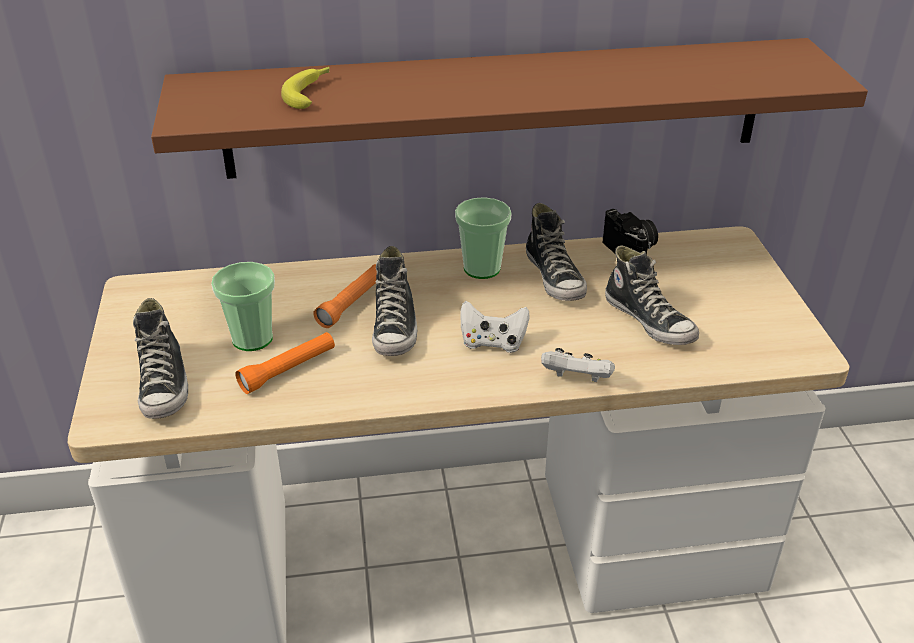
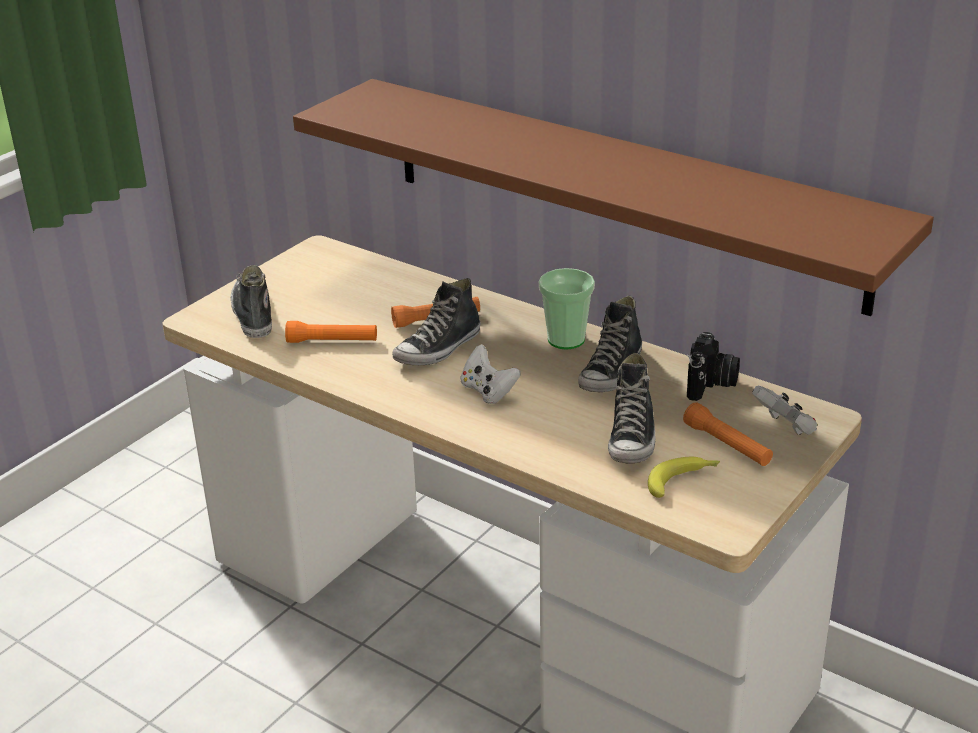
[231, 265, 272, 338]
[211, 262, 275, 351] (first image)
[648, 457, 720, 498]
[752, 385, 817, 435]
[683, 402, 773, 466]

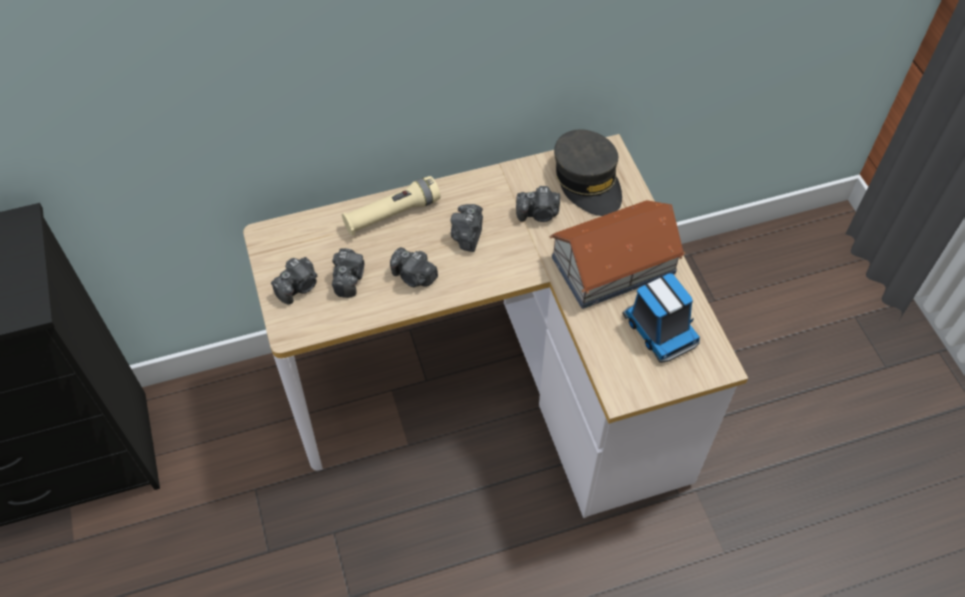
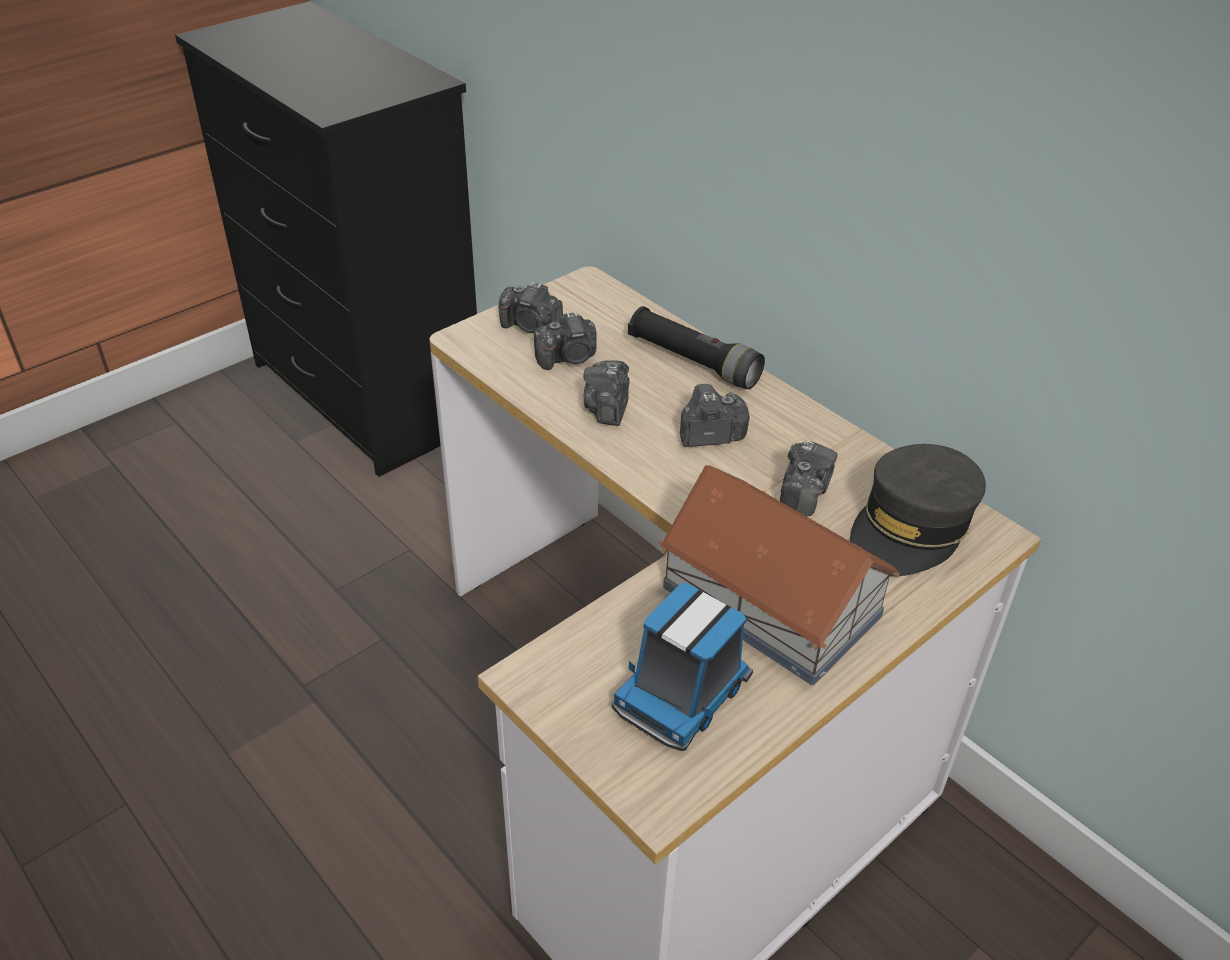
[628, 306, 765, 389]
[780, 440, 838, 516]

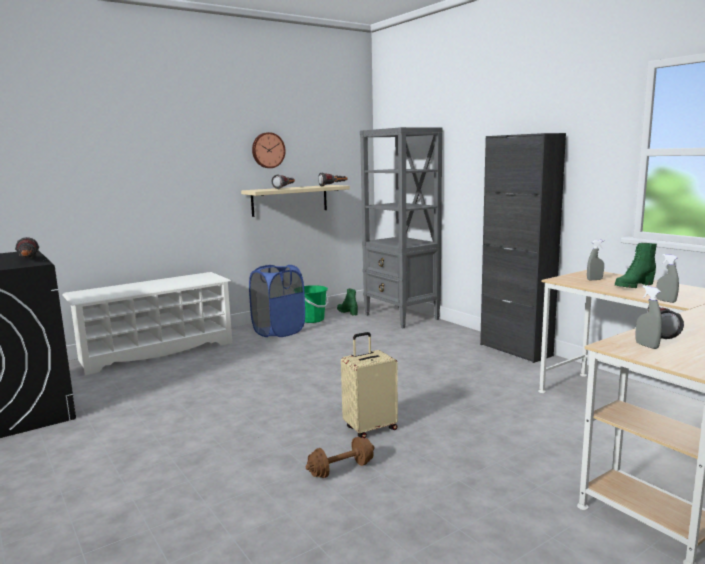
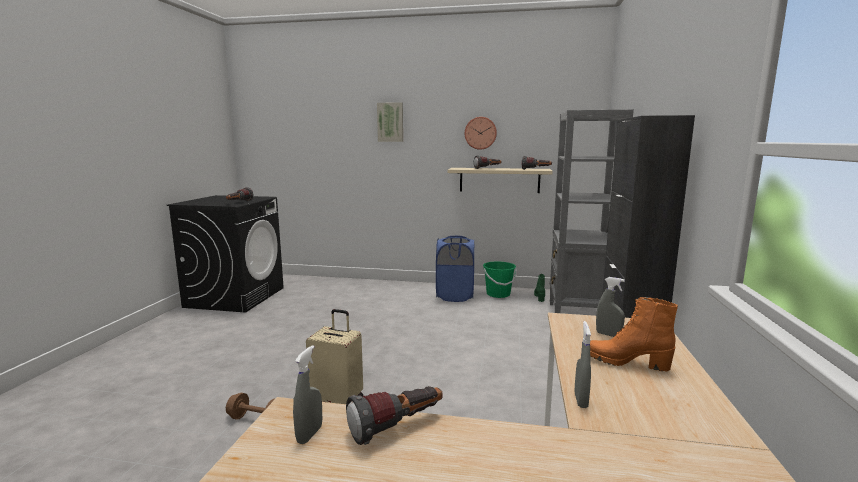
[62, 272, 232, 375] (first image)
[590, 297, 678, 372]
[377, 102, 403, 142]

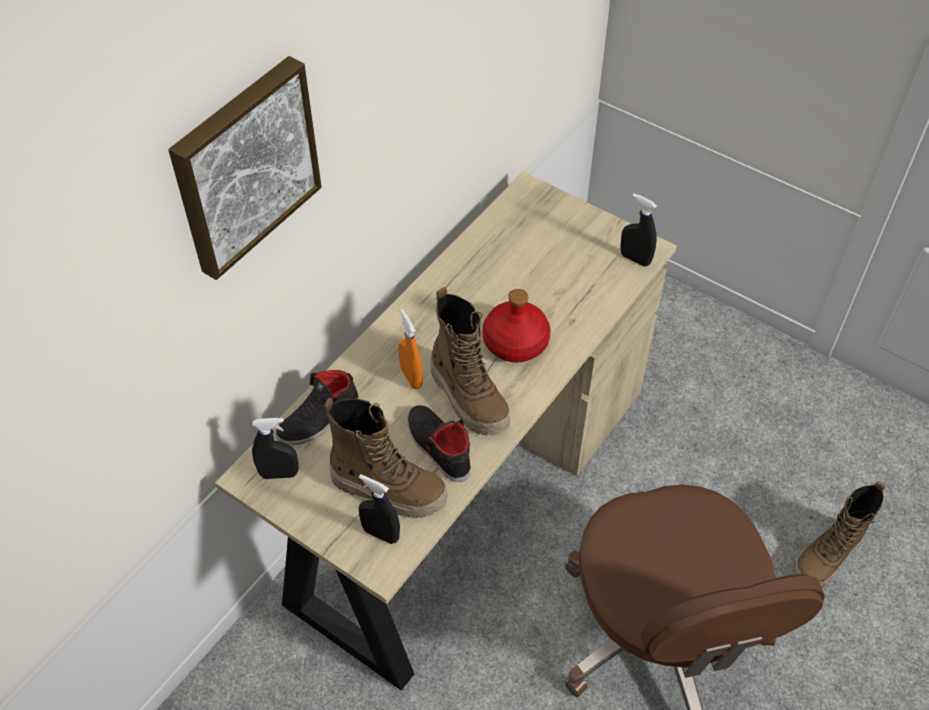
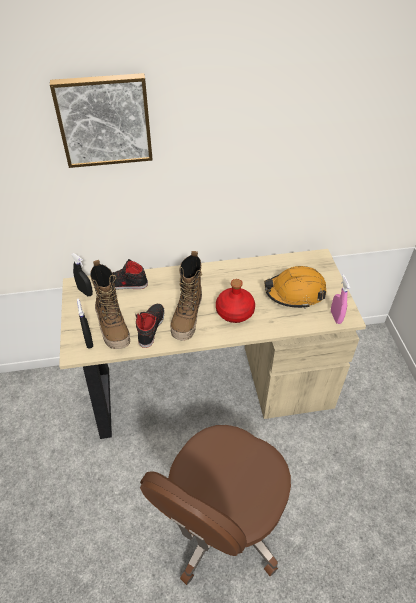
[398, 309, 423, 389] (first image)
[331, 274, 350, 324]
[793, 481, 886, 587] (first image)
[264, 266, 326, 309]

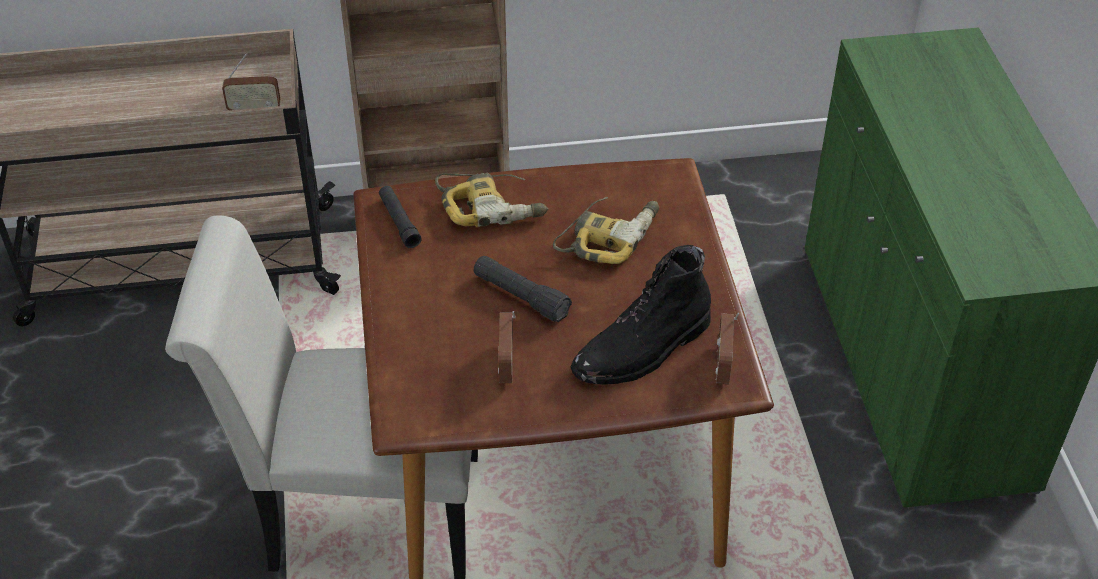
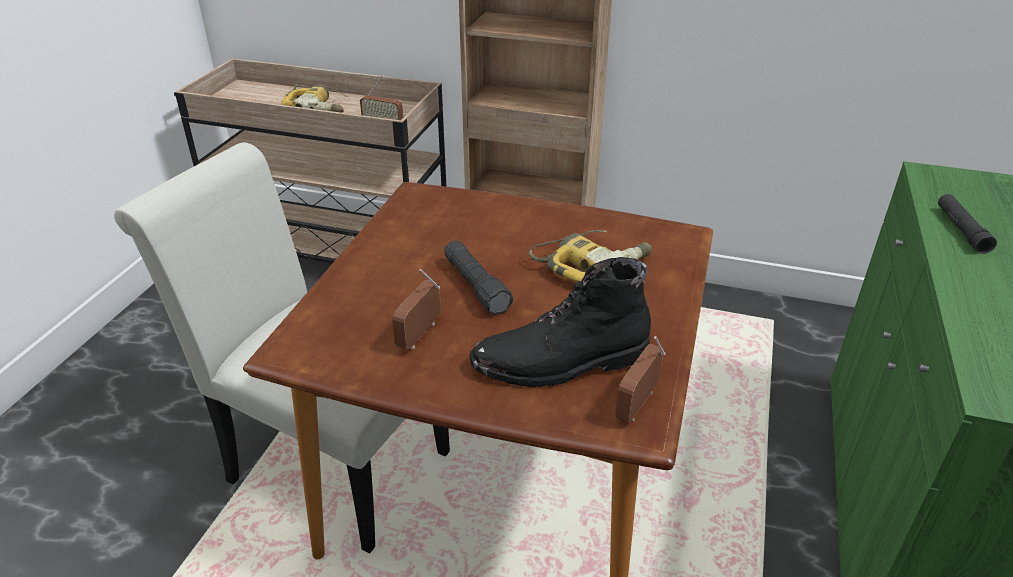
[938, 194, 997, 254]
[281, 82, 347, 113]

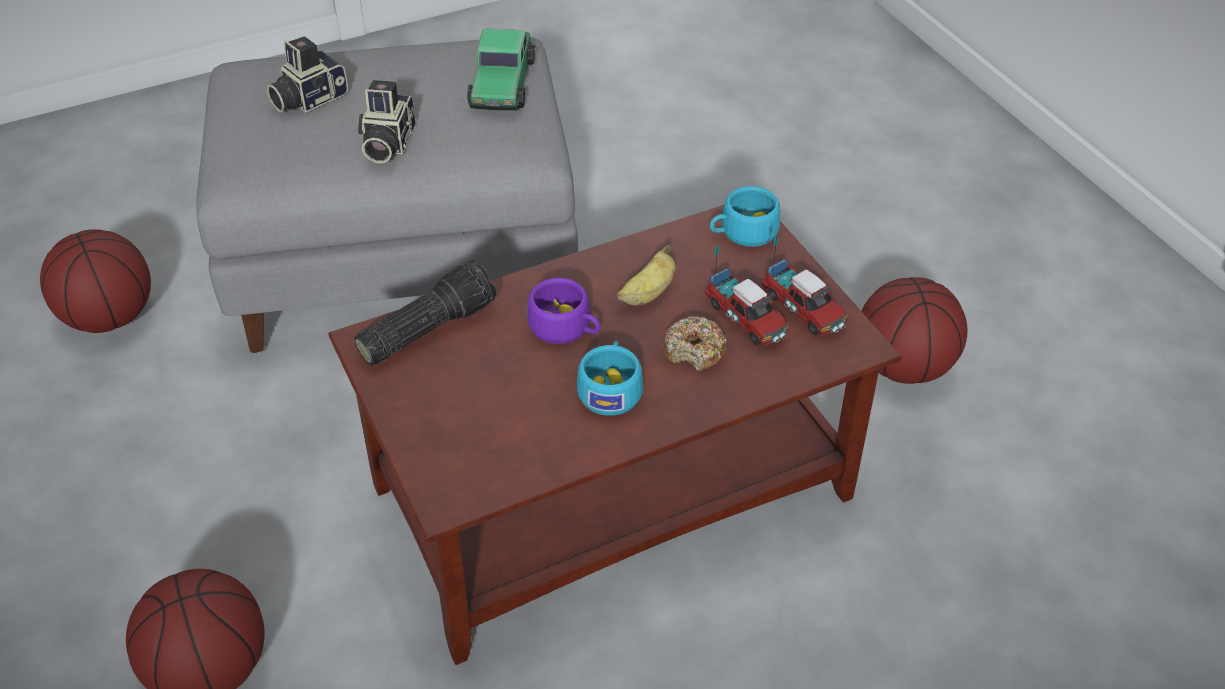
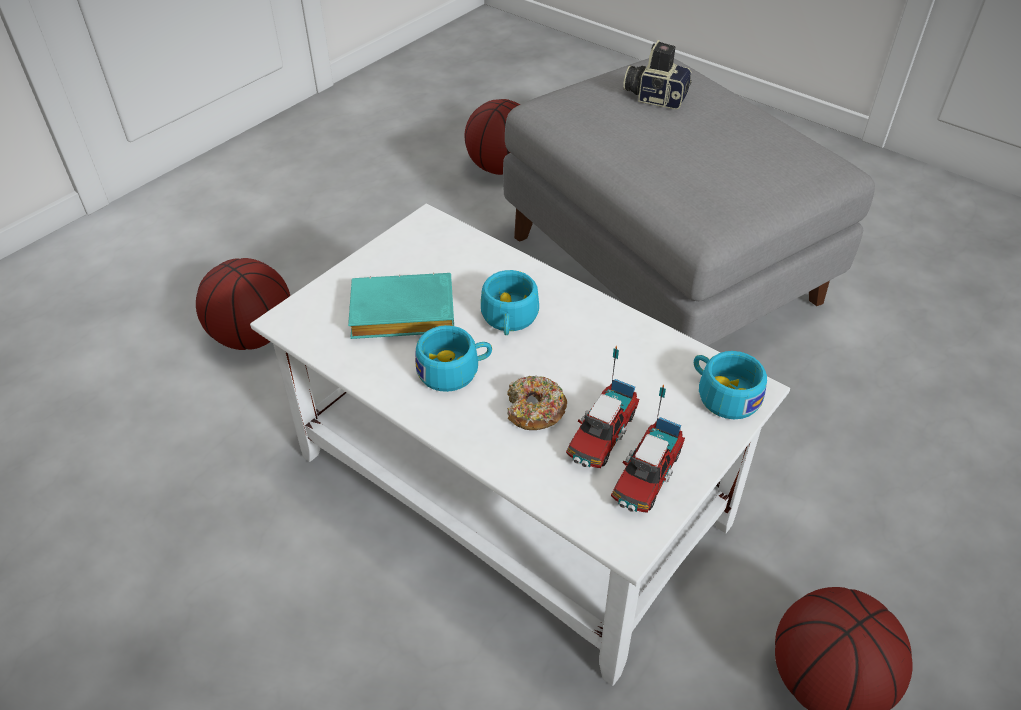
[250, 204, 790, 686]
[354, 260, 497, 366] (first image)
[358, 80, 415, 163] (first image)
[467, 28, 535, 111] (first image)
[481, 270, 539, 335]
[617, 245, 676, 305] (first image)
[348, 273, 454, 339]

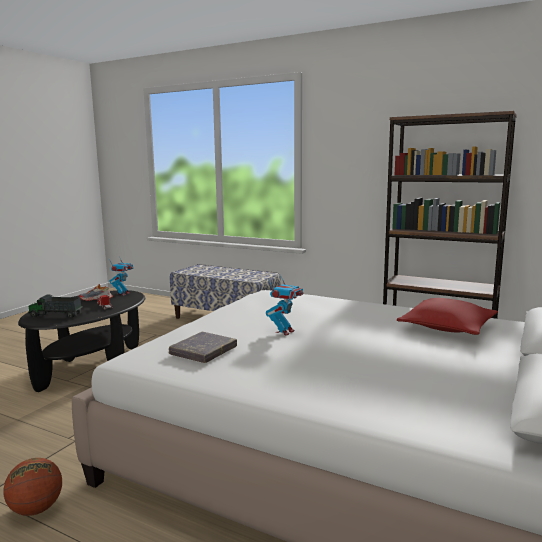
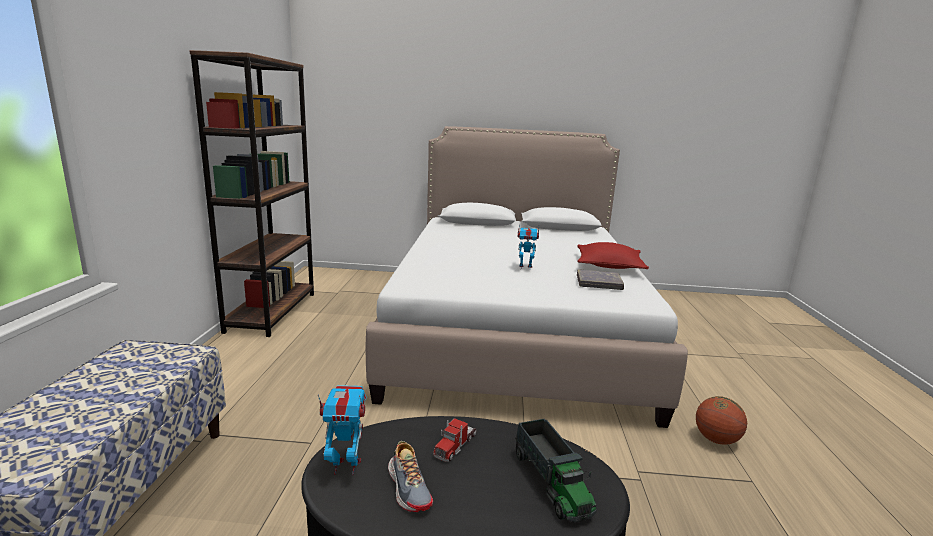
[577, 242, 649, 269]

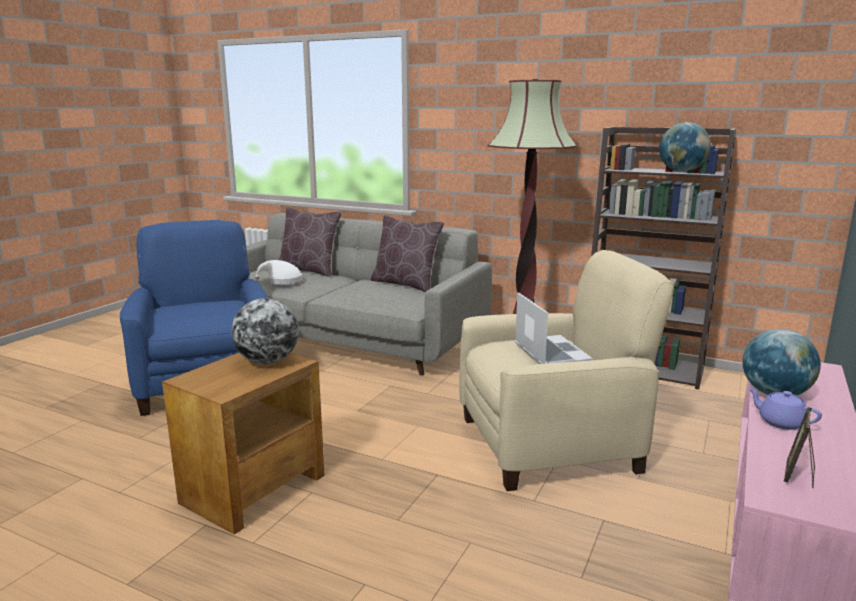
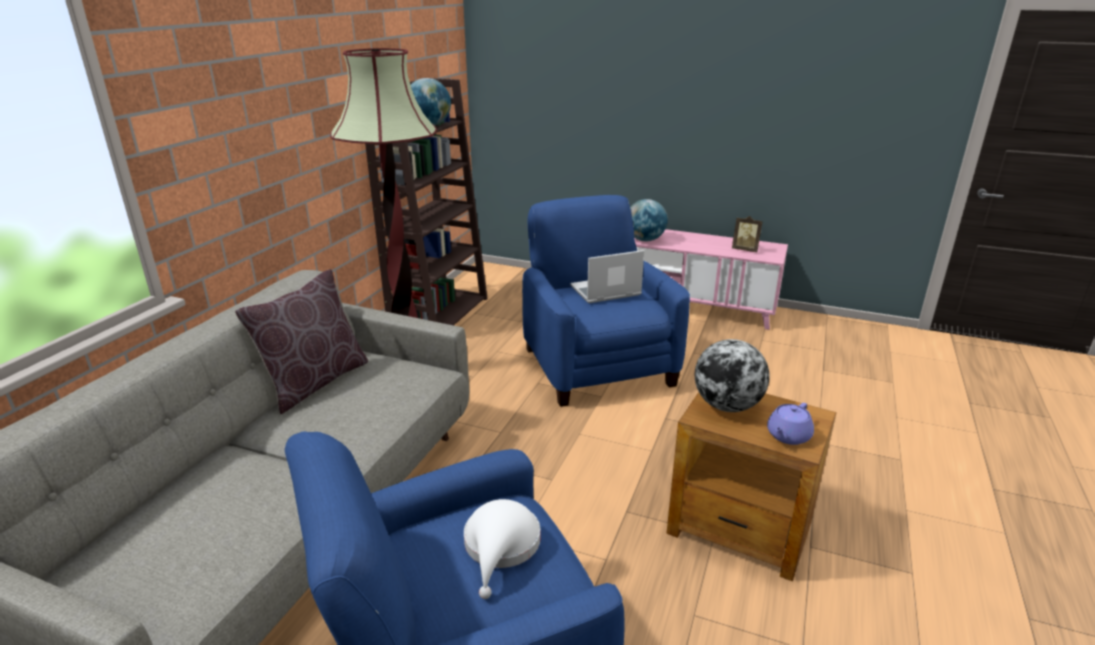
[464, 499, 541, 599]
[279, 207, 342, 277] (first image)
[522, 195, 690, 407]
[767, 403, 814, 445]

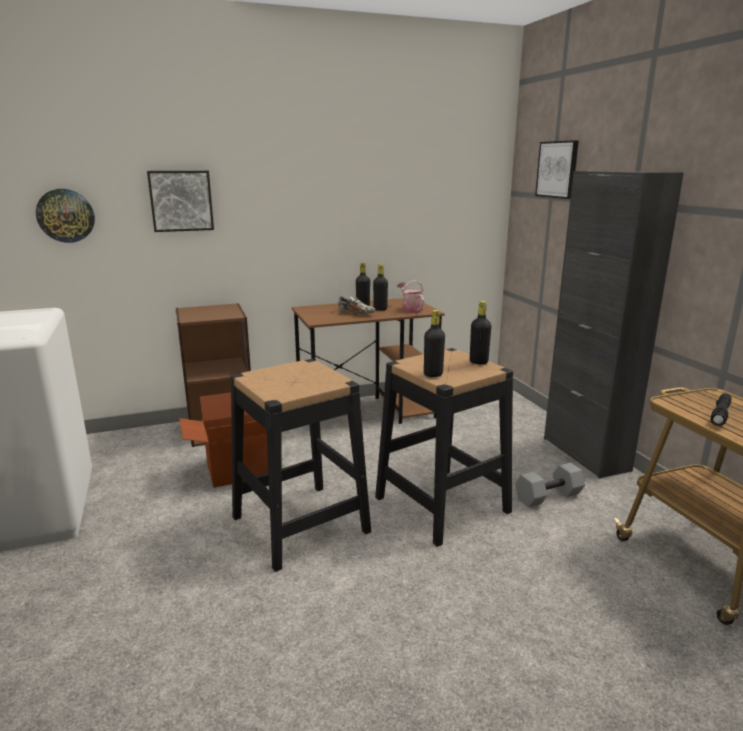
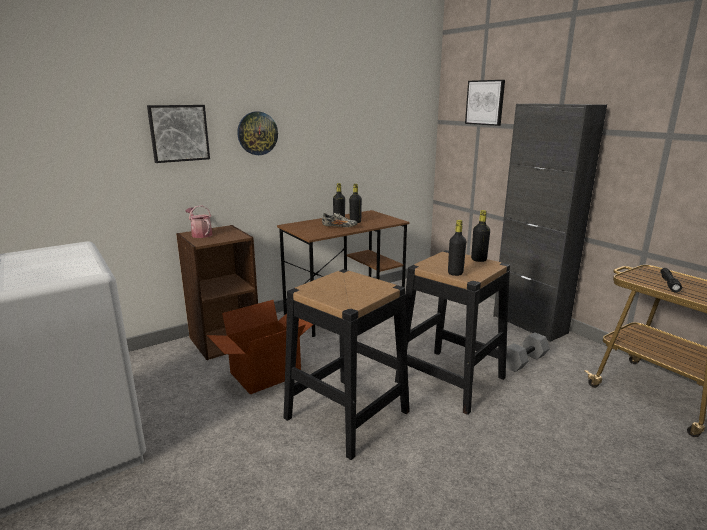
[237, 112, 278, 155]
[186, 205, 213, 238]

